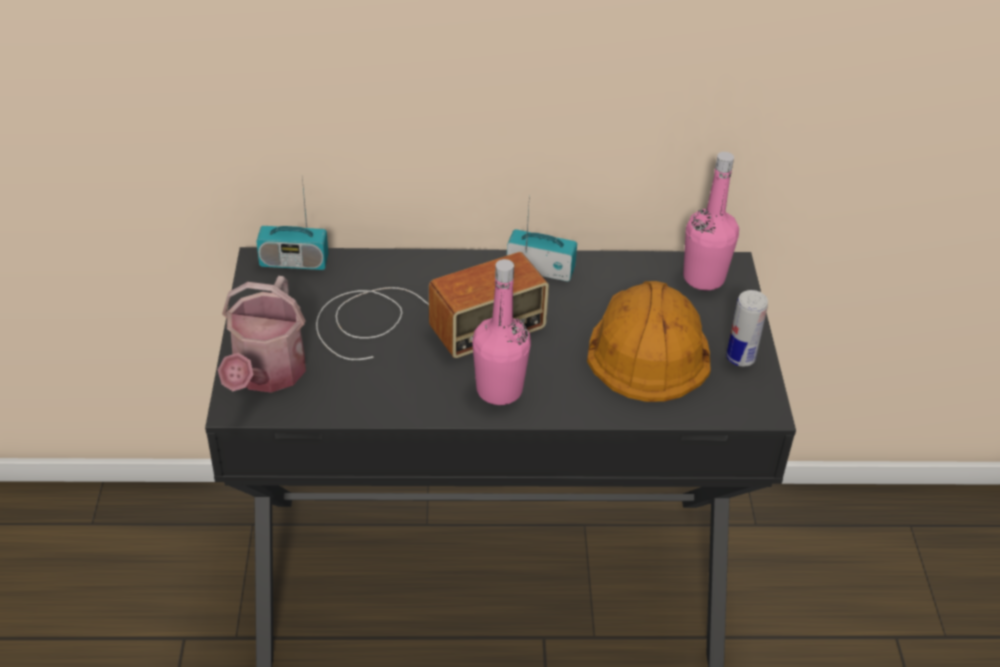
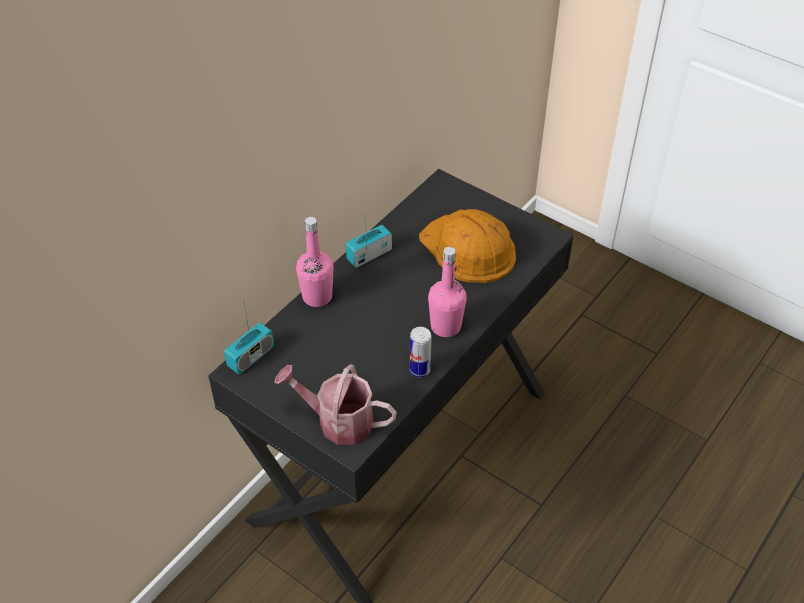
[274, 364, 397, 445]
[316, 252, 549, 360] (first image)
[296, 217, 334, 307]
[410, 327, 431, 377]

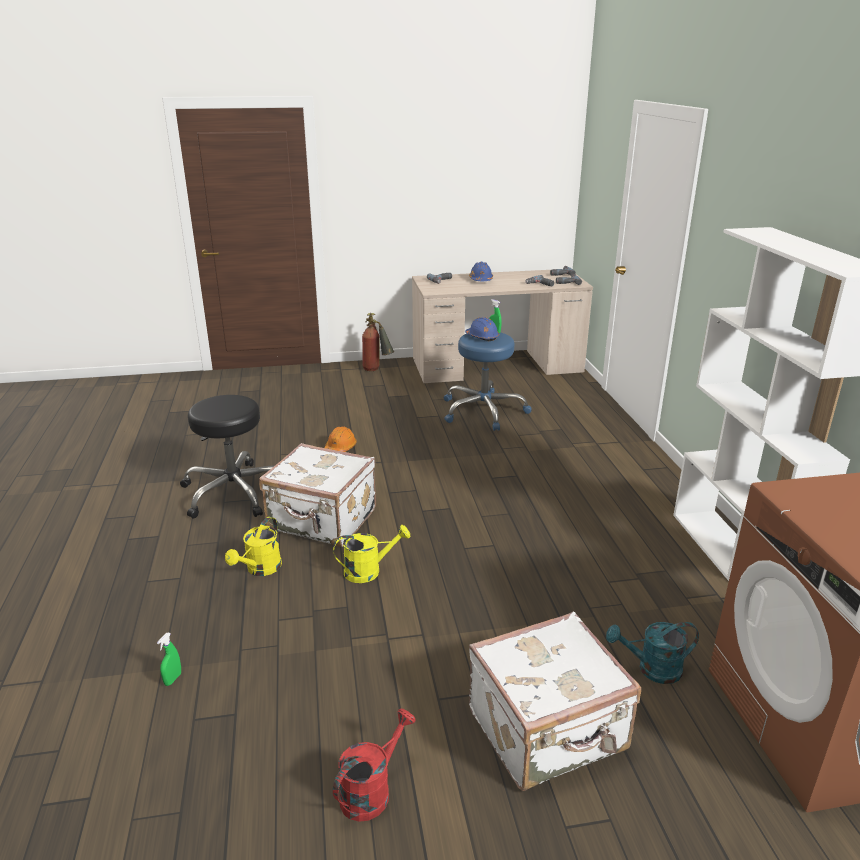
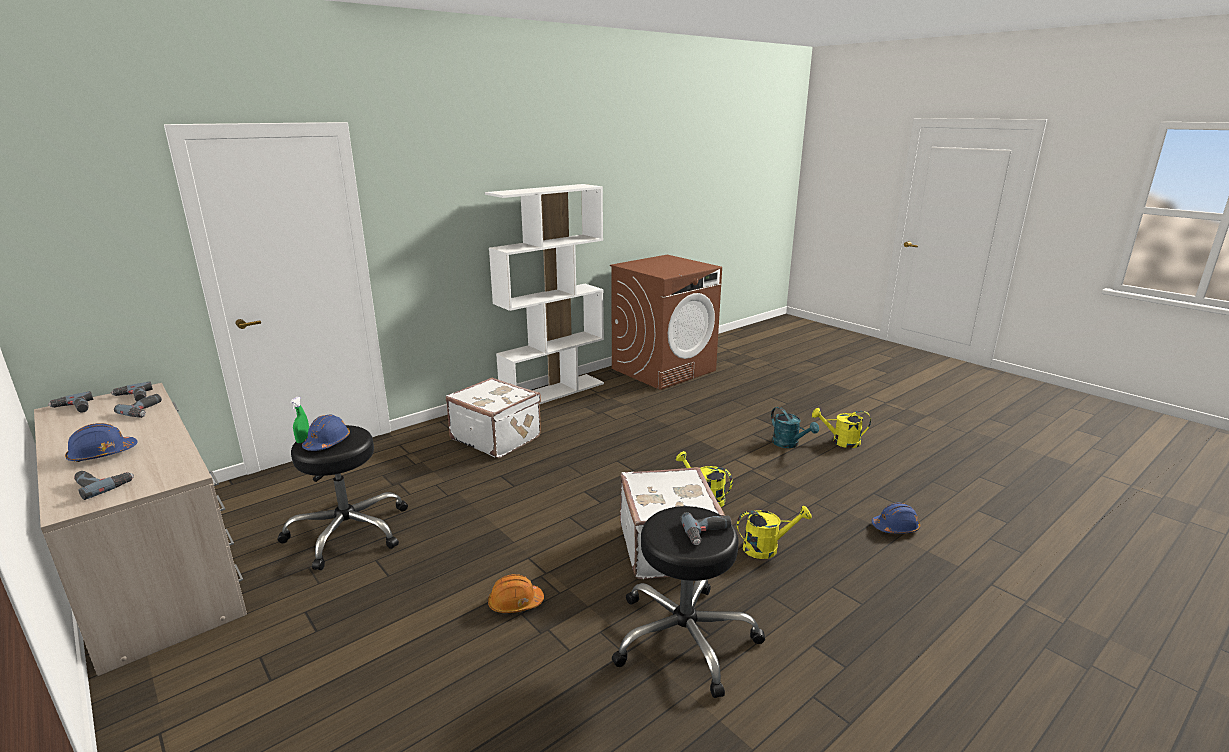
[872, 503, 920, 534]
[812, 408, 871, 448]
[362, 313, 394, 371] (first image)
[277, 425, 408, 570]
[446, 377, 541, 458]
[771, 407, 819, 448]
[680, 512, 731, 545]

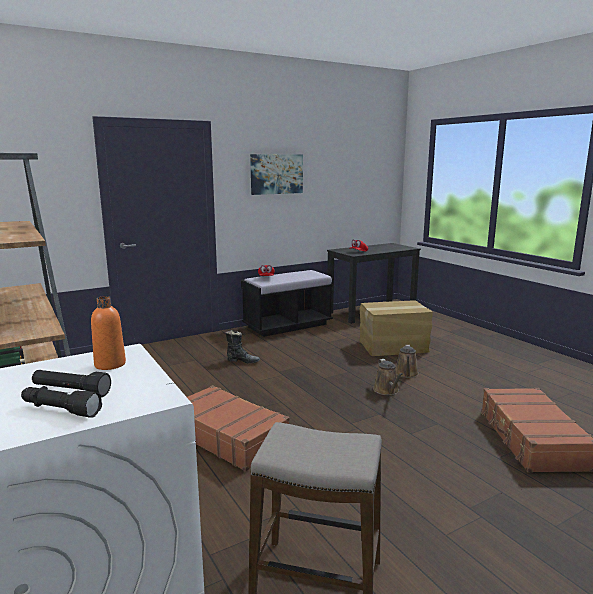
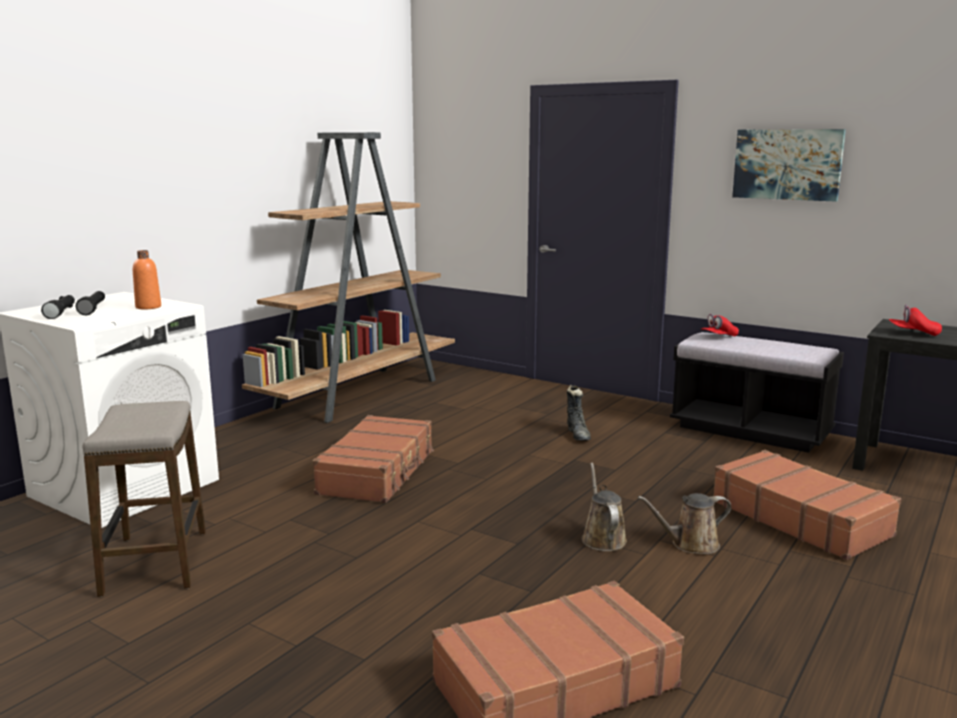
[713, 450, 901, 560]
[582, 462, 627, 551]

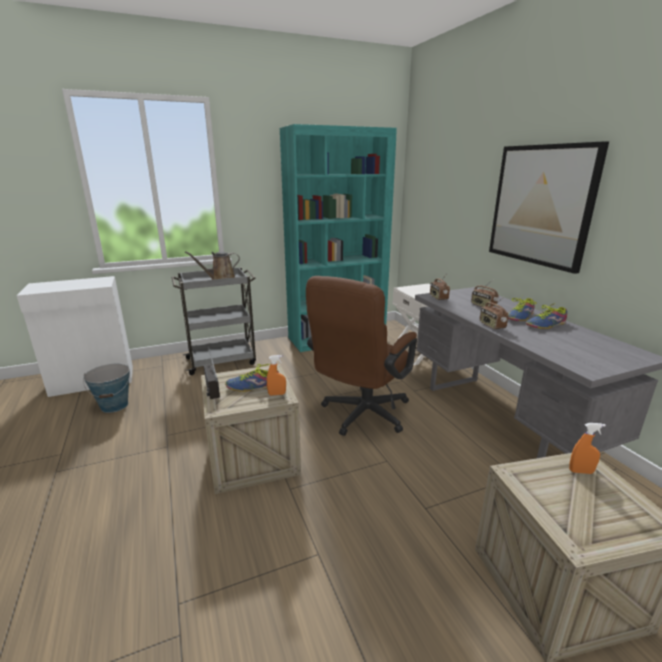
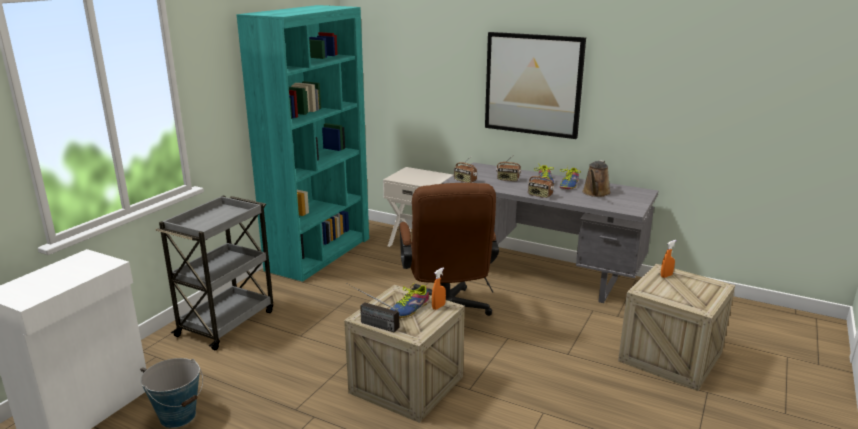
[582, 160, 611, 197]

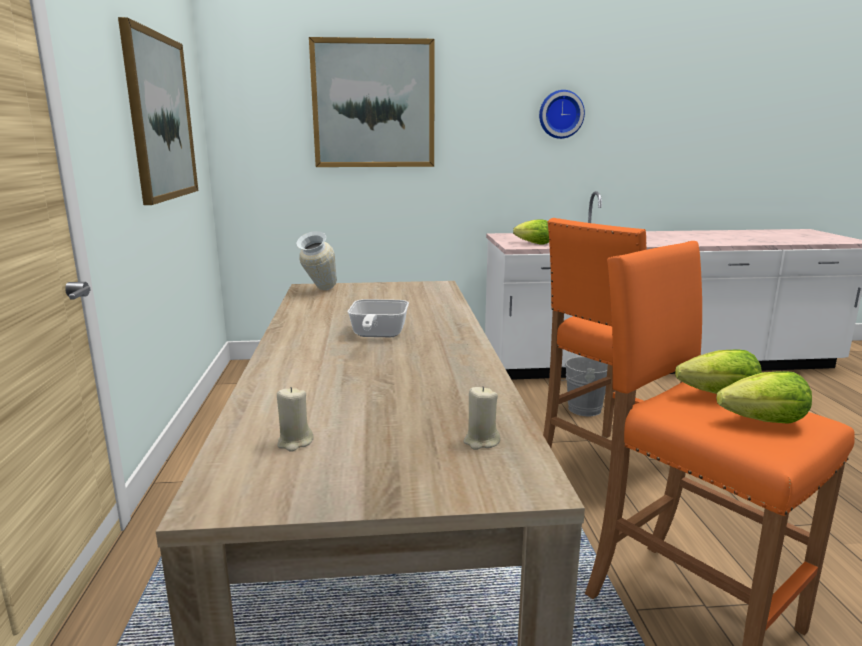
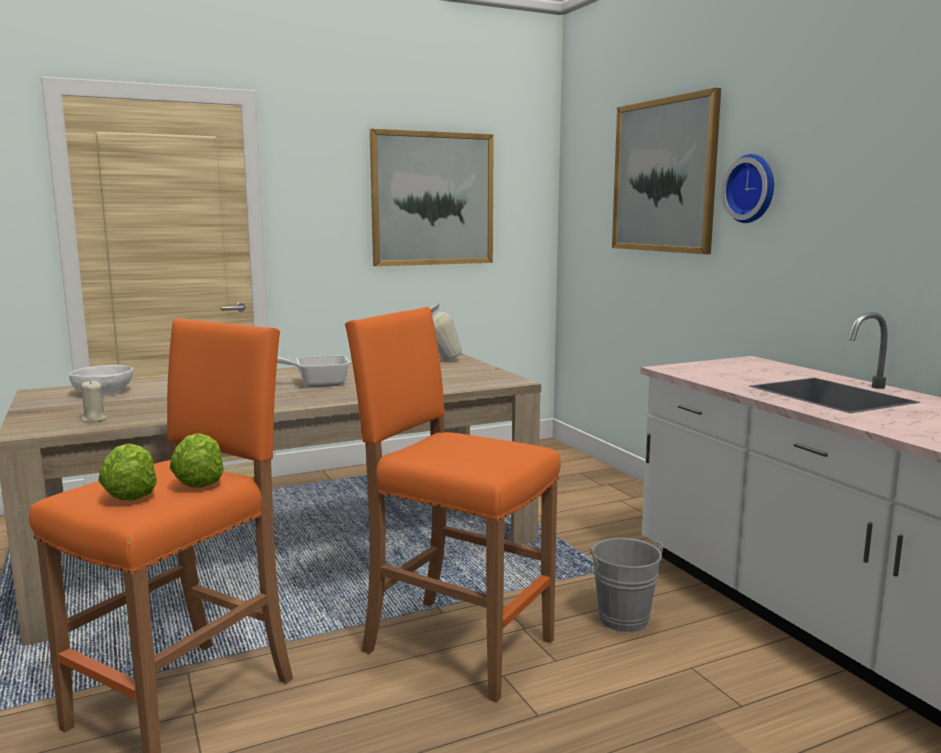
[69, 365, 133, 394]
[513, 220, 549, 244] (first image)
[721, 154, 774, 223]

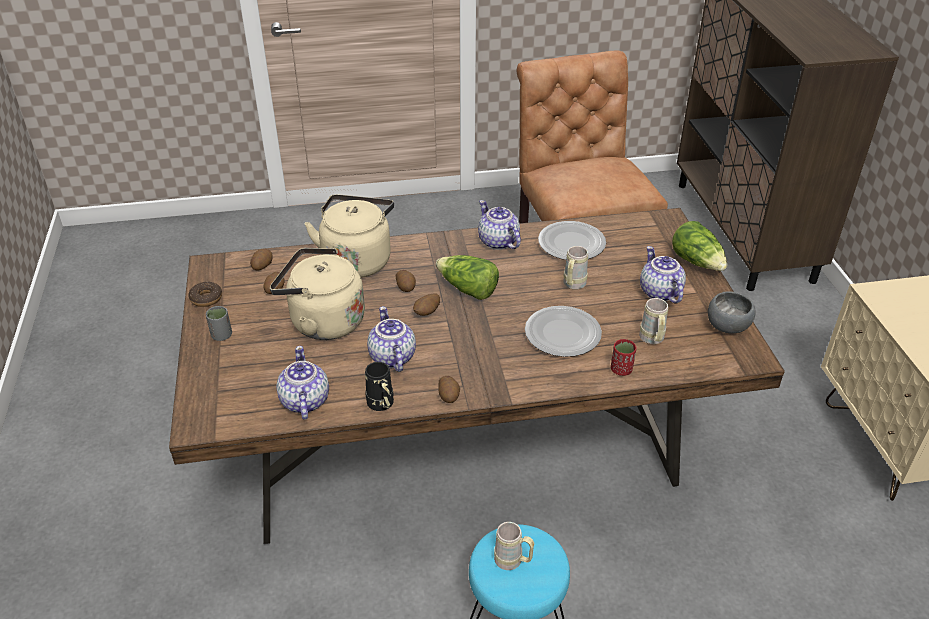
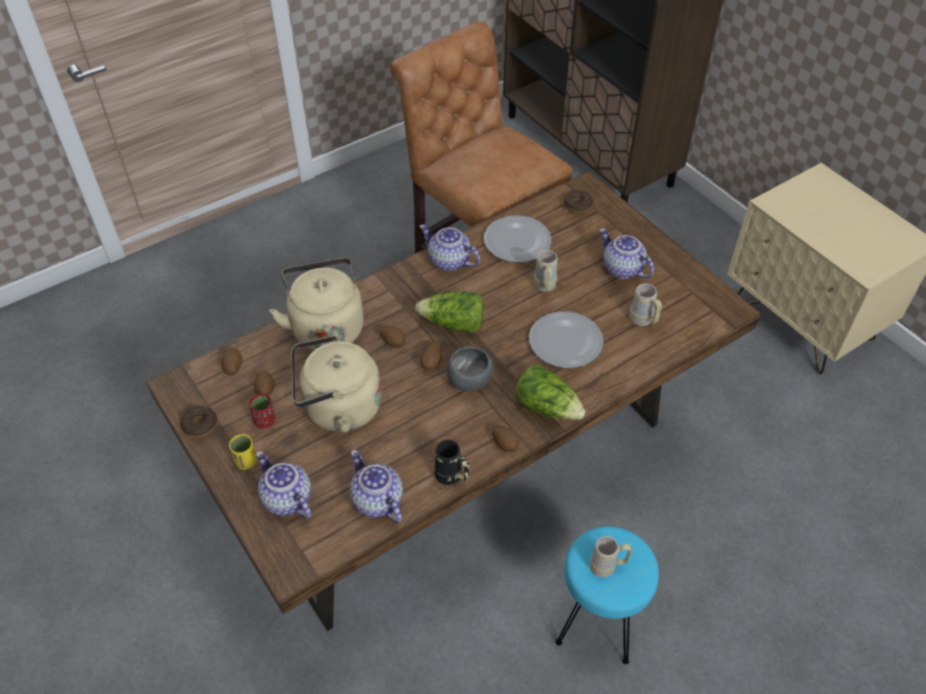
[229, 434, 257, 470]
[256, 451, 311, 519]
[249, 394, 275, 429]
[515, 365, 586, 420]
[447, 347, 493, 392]
[564, 190, 593, 213]

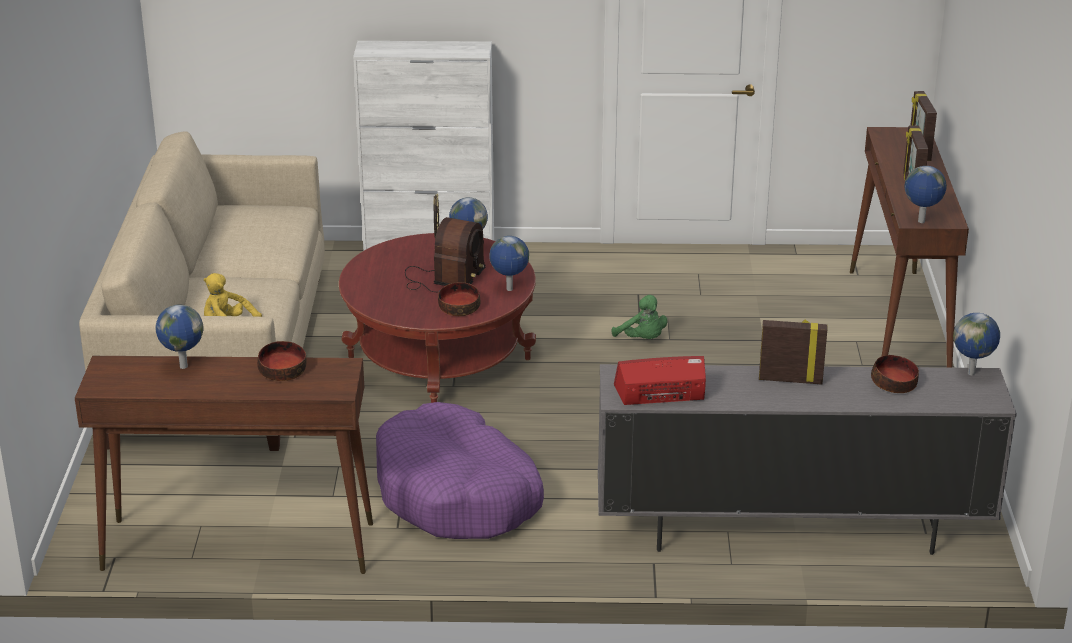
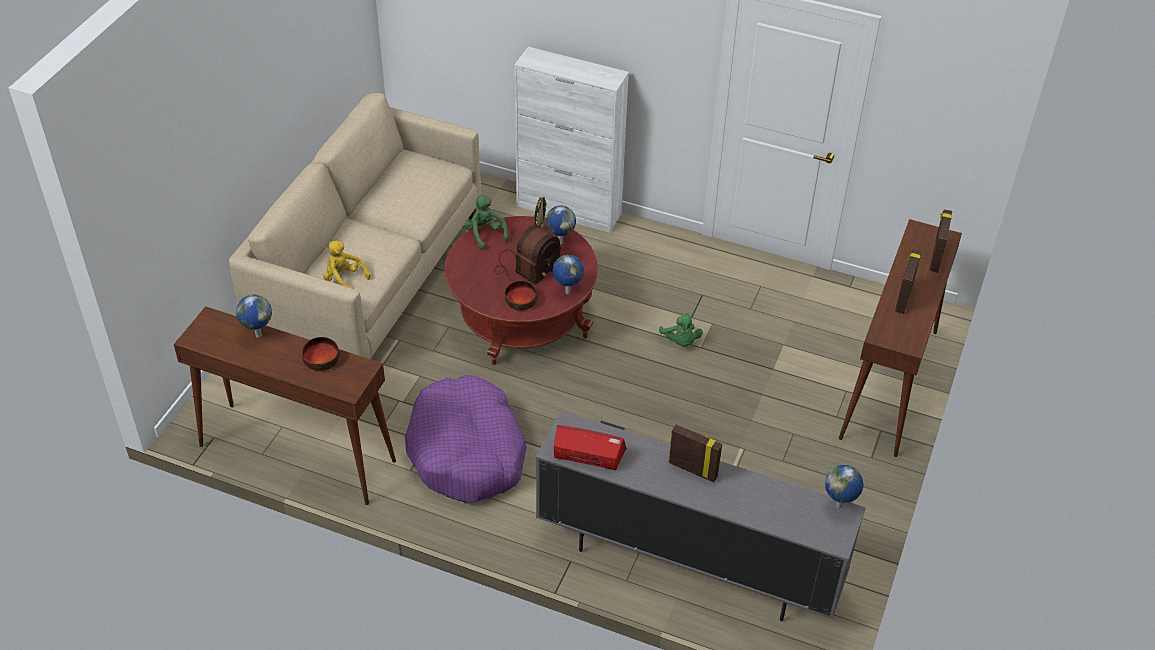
[871, 355, 919, 393] (first image)
[904, 166, 947, 223] (first image)
[464, 195, 508, 249]

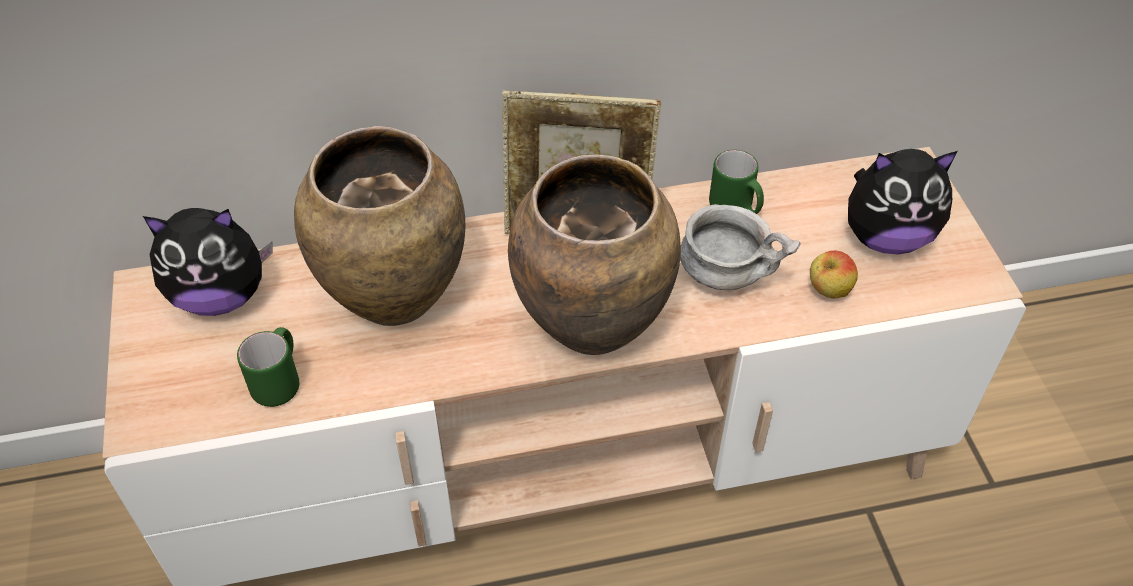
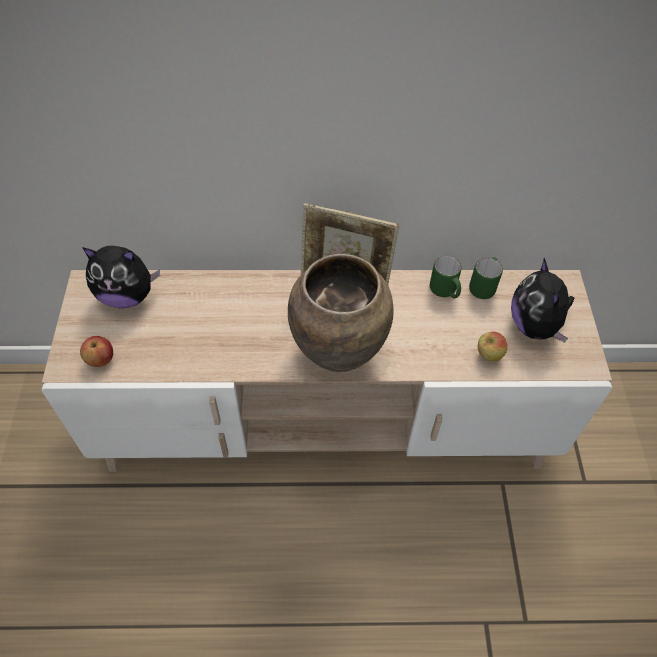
[469, 257, 503, 299]
[294, 126, 465, 326] (first image)
[680, 204, 800, 290] (first image)
[511, 258, 574, 343]
[80, 336, 113, 367]

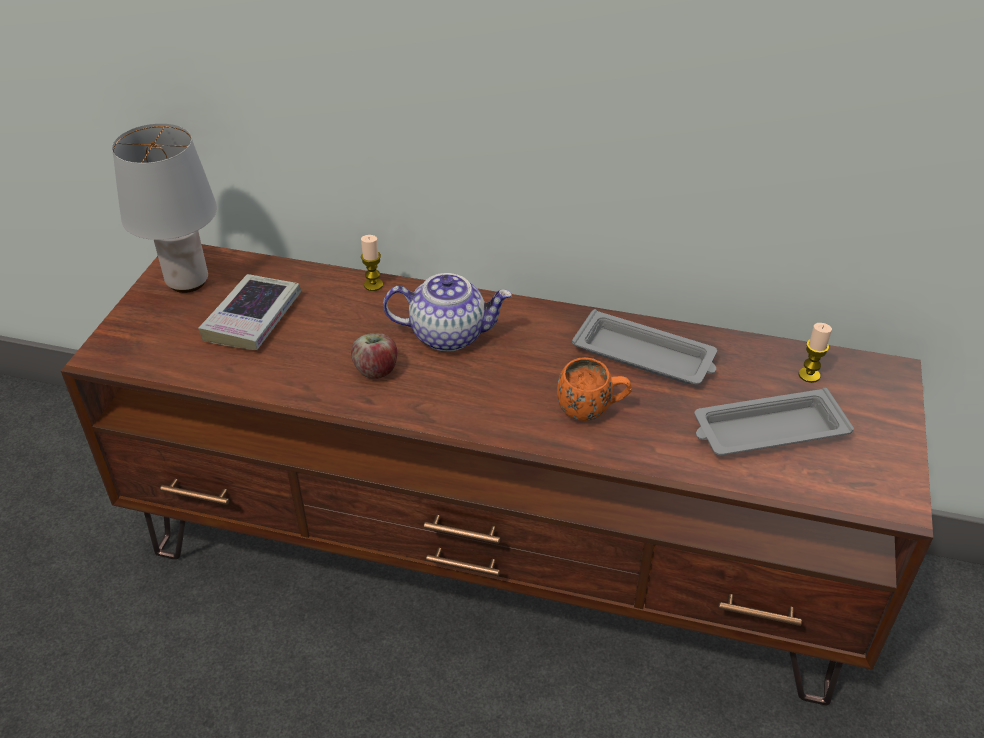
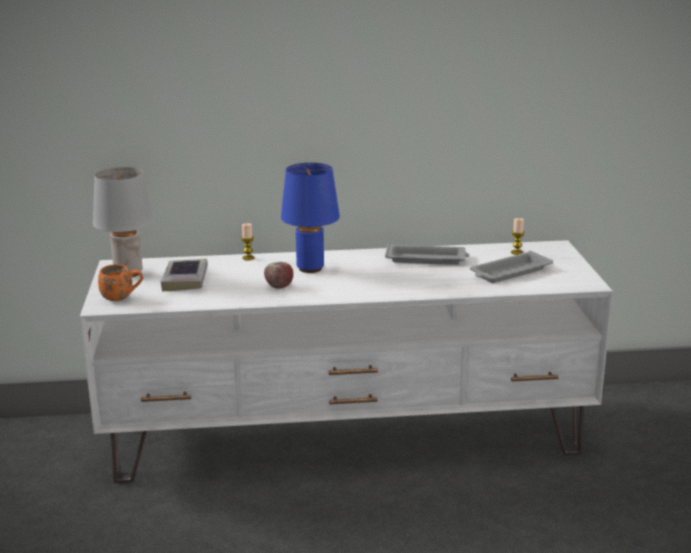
[80, 240, 613, 483]
[281, 163, 340, 273]
[98, 264, 143, 301]

